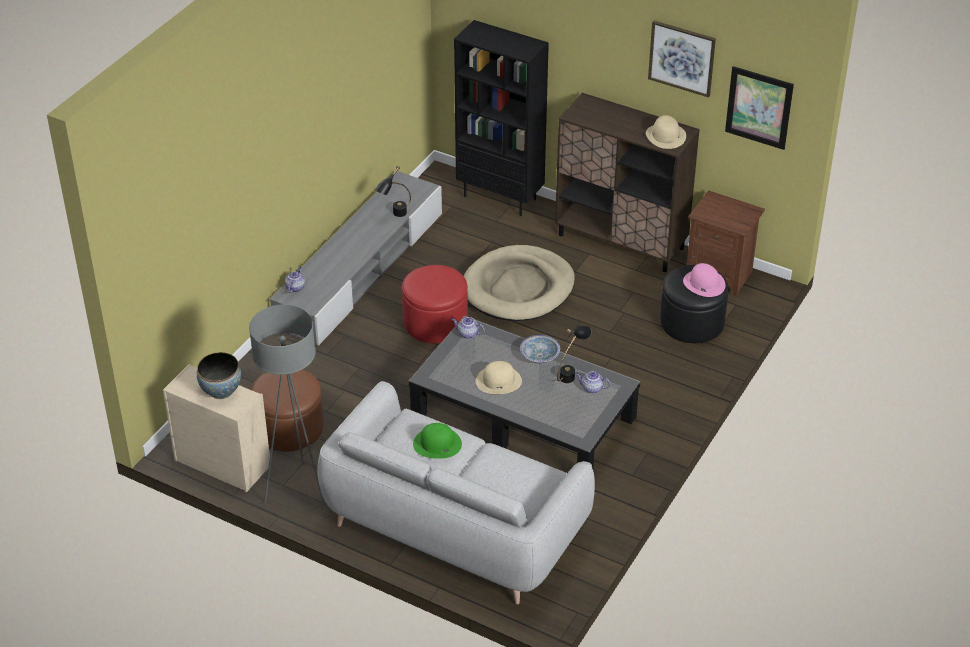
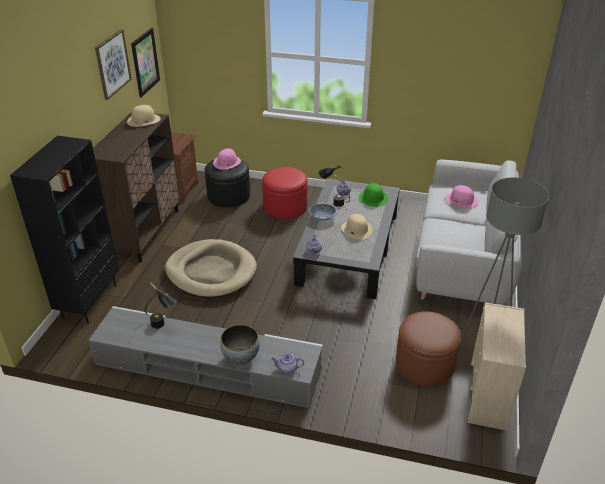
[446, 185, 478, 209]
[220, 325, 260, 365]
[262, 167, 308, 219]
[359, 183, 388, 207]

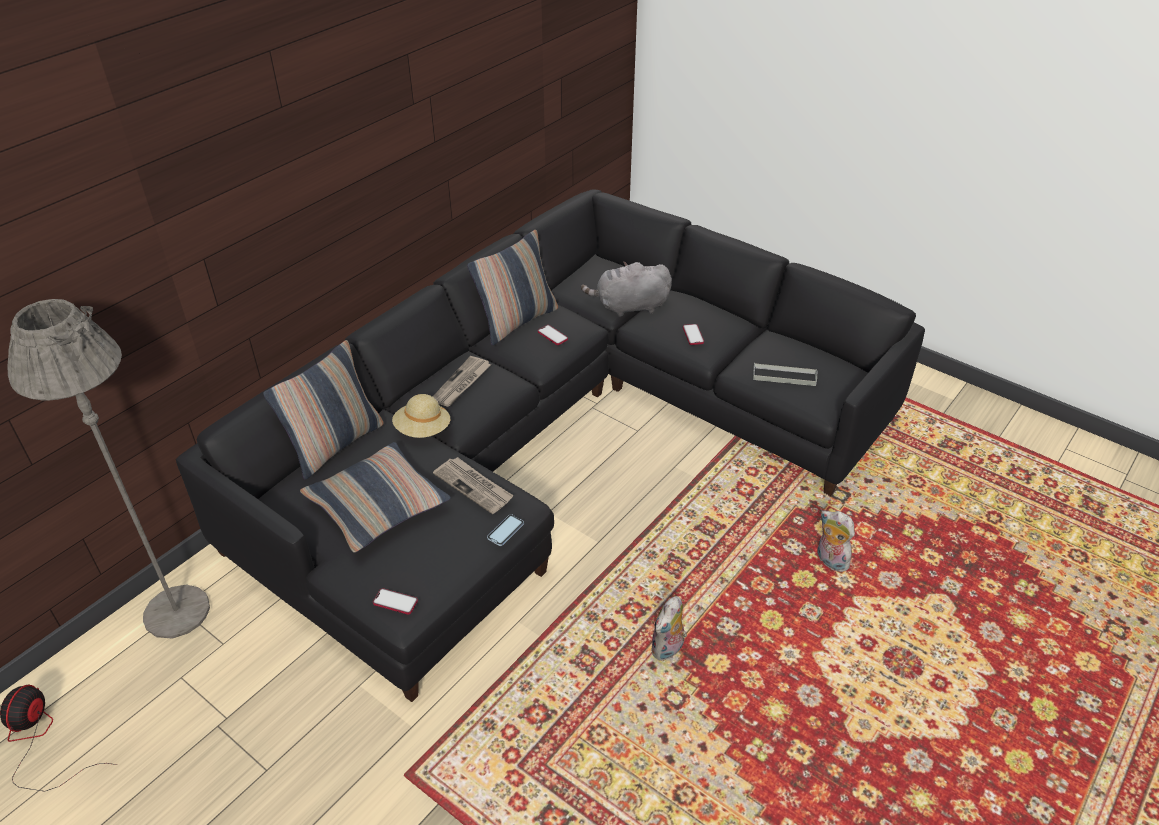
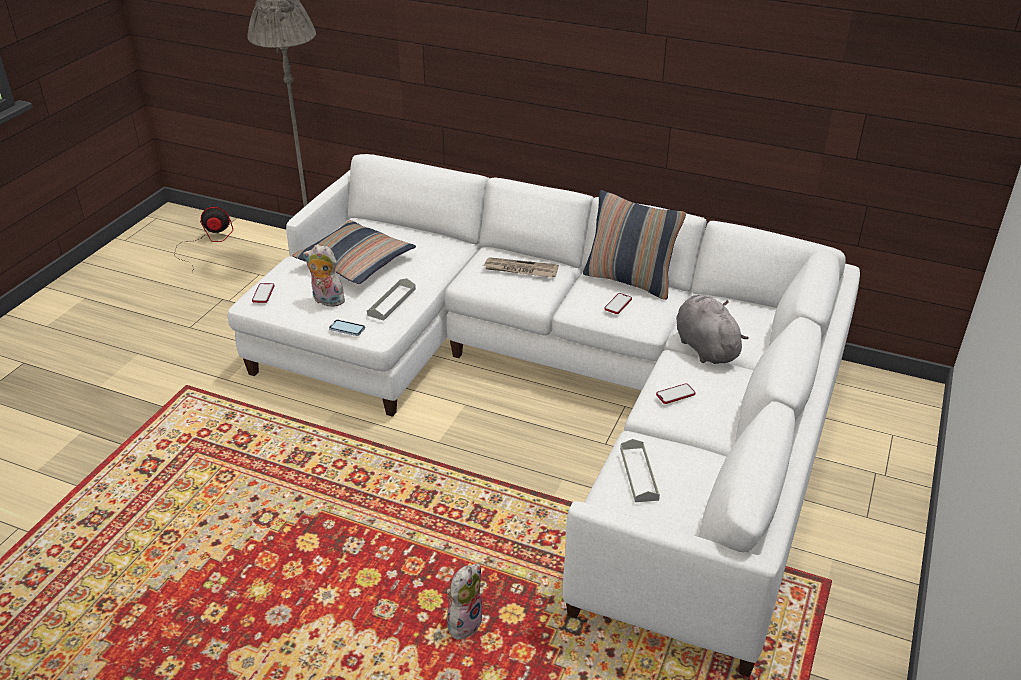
[263, 340, 384, 480] (first image)
[392, 394, 450, 438] (first image)
[303, 244, 347, 307]
[367, 278, 416, 321]
[227, 154, 860, 677]

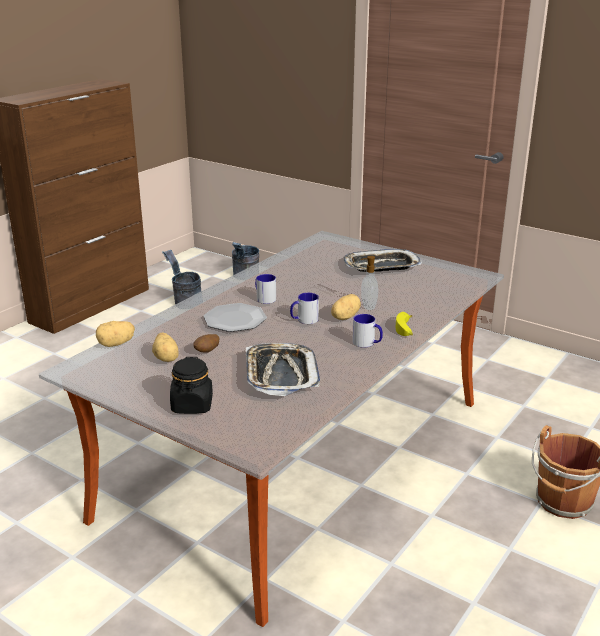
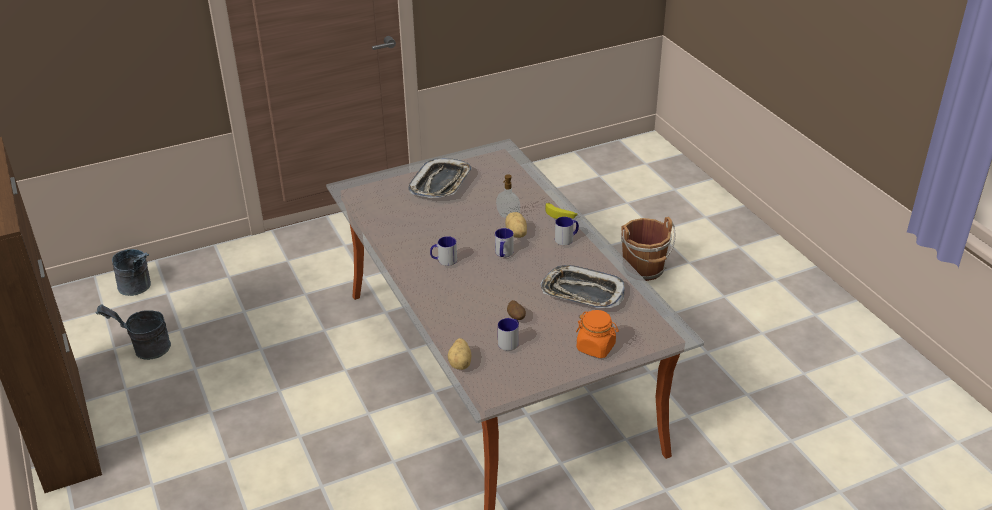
[204, 303, 267, 332] (first image)
[498, 318, 519, 351]
[576, 310, 619, 358]

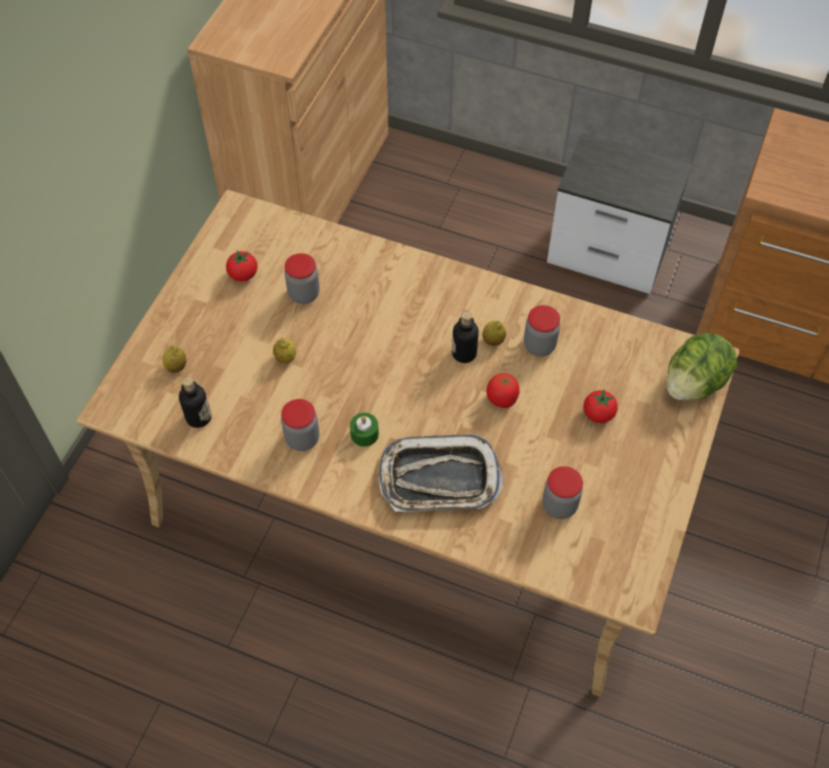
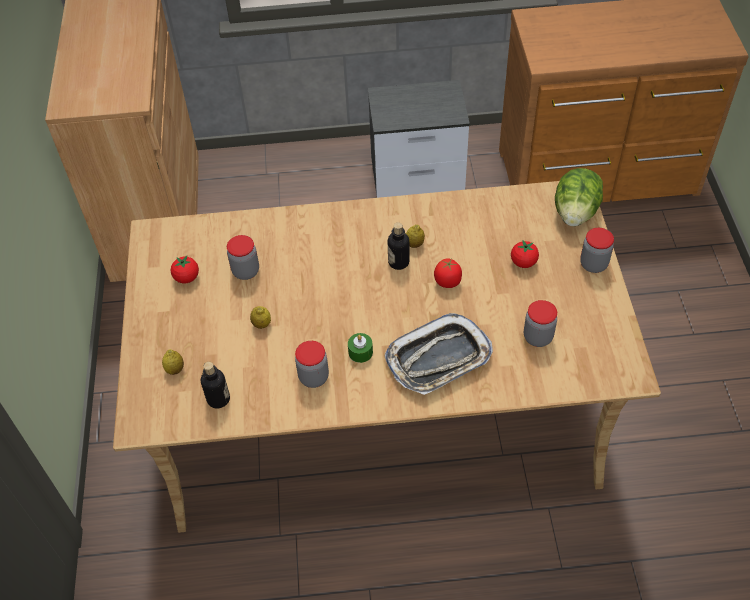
[580, 228, 614, 273]

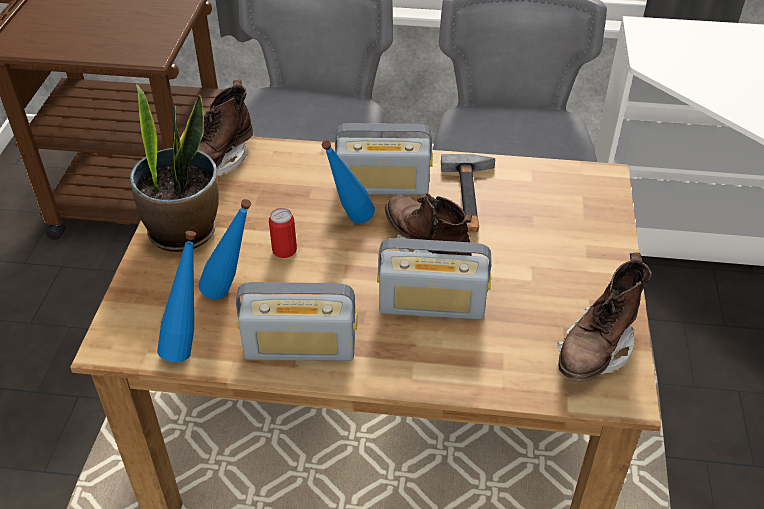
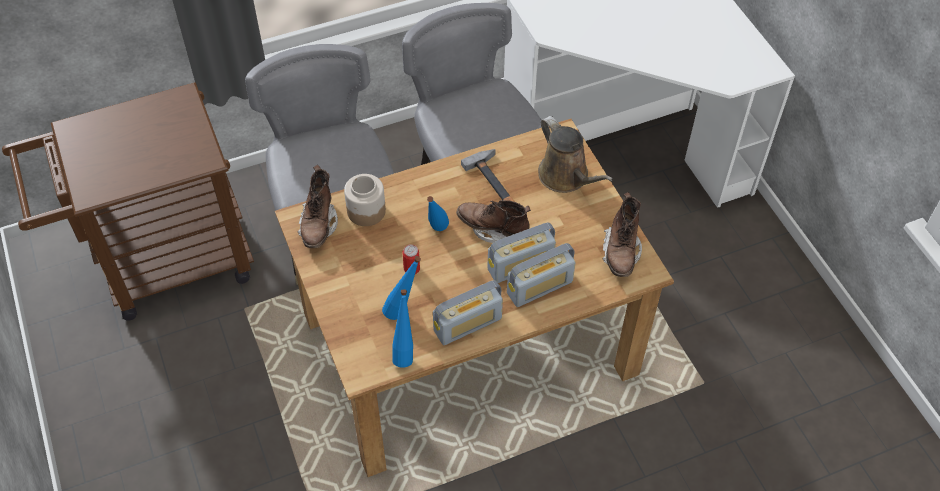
[130, 84, 219, 252] (first image)
[344, 174, 386, 226]
[538, 116, 613, 193]
[507, 243, 576, 307]

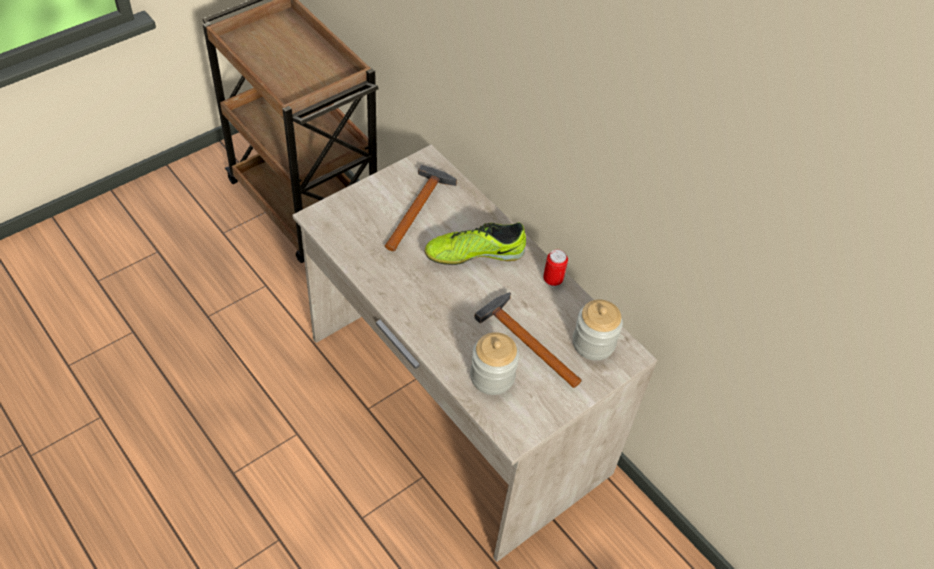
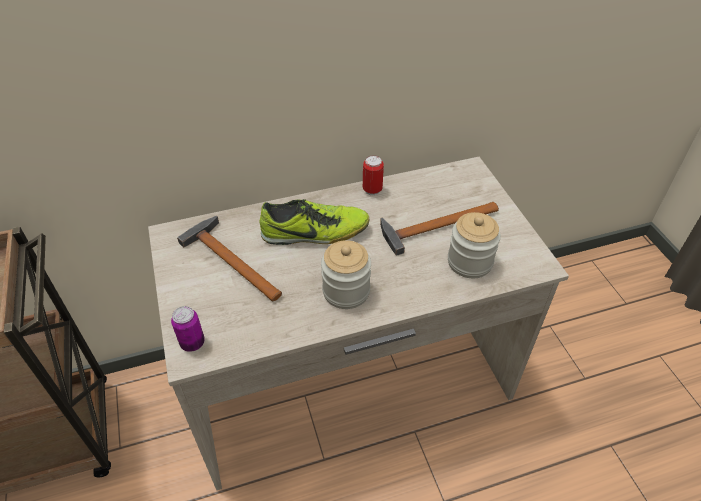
[171, 306, 205, 352]
[321, 240, 371, 309]
[260, 199, 369, 245]

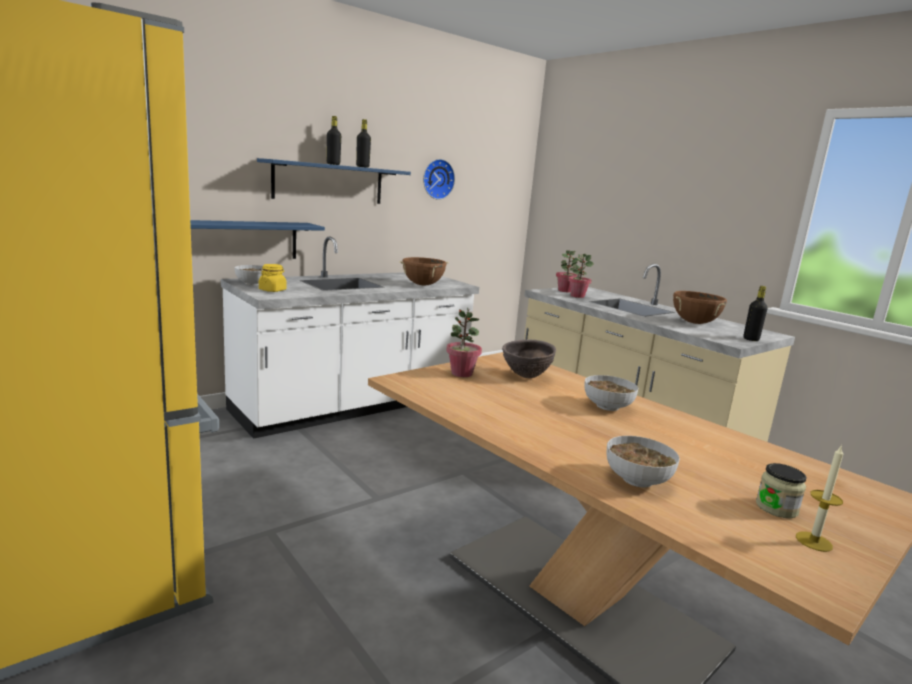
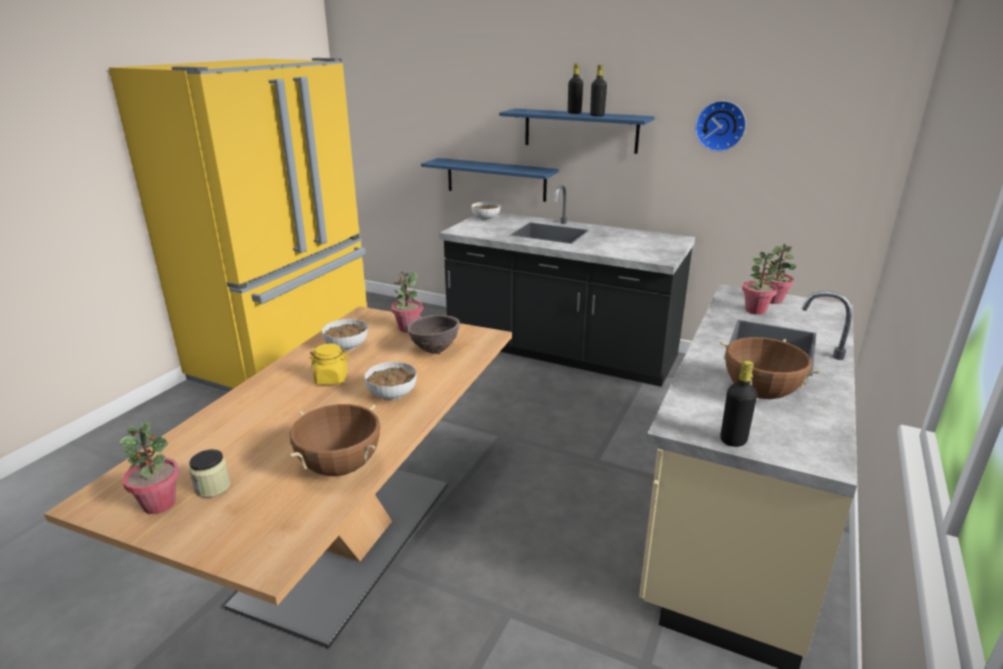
[310, 343, 349, 385]
[290, 404, 381, 476]
[322, 319, 368, 351]
[119, 421, 180, 514]
[439, 185, 695, 387]

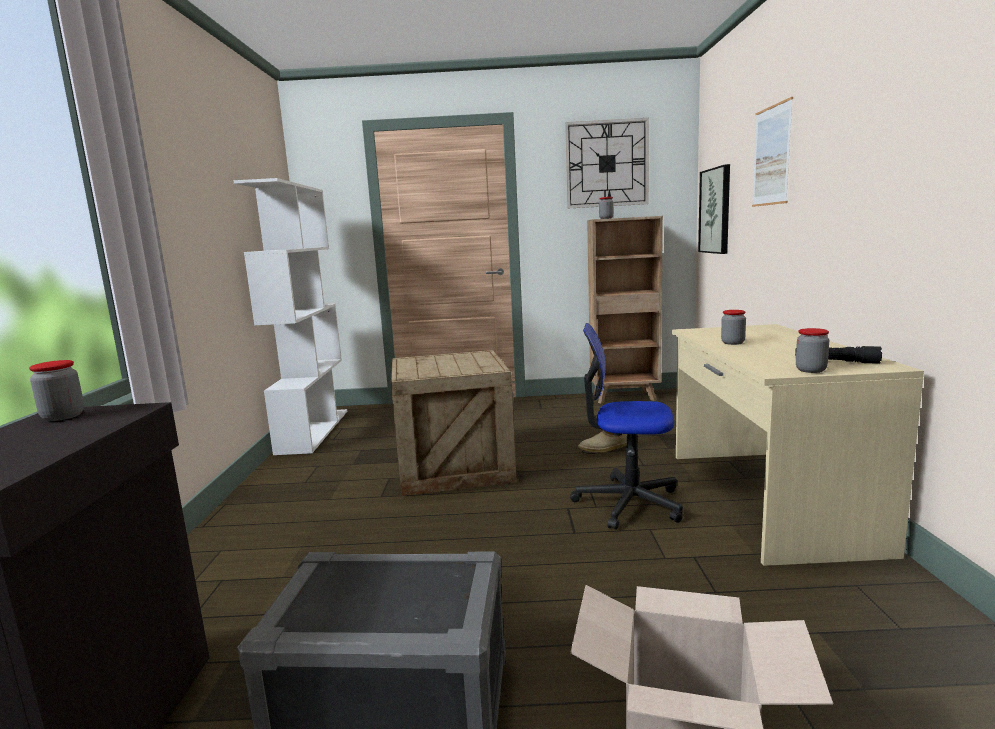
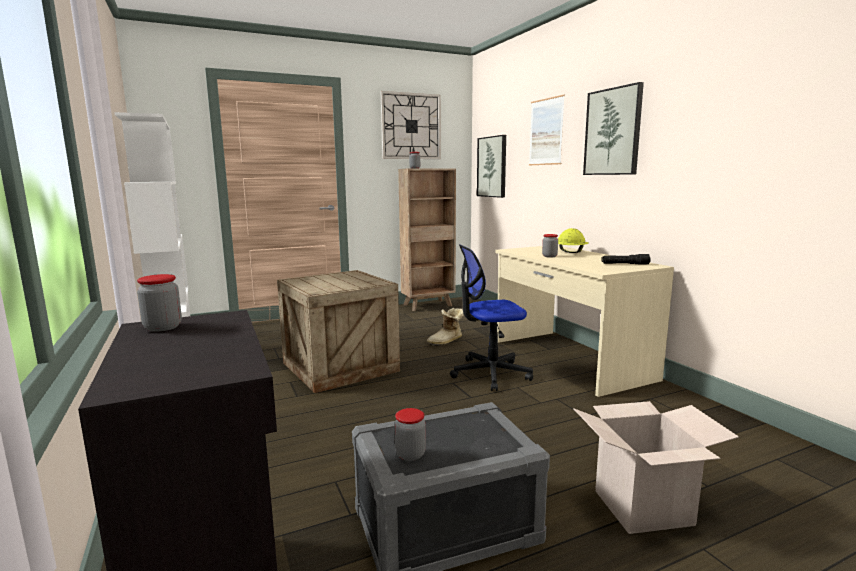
[558, 228, 589, 253]
[583, 82, 644, 175]
[394, 408, 426, 461]

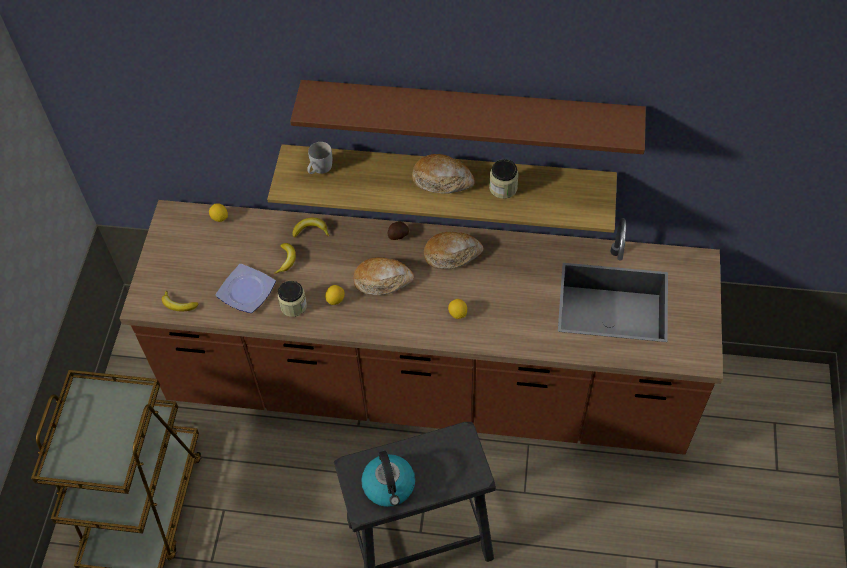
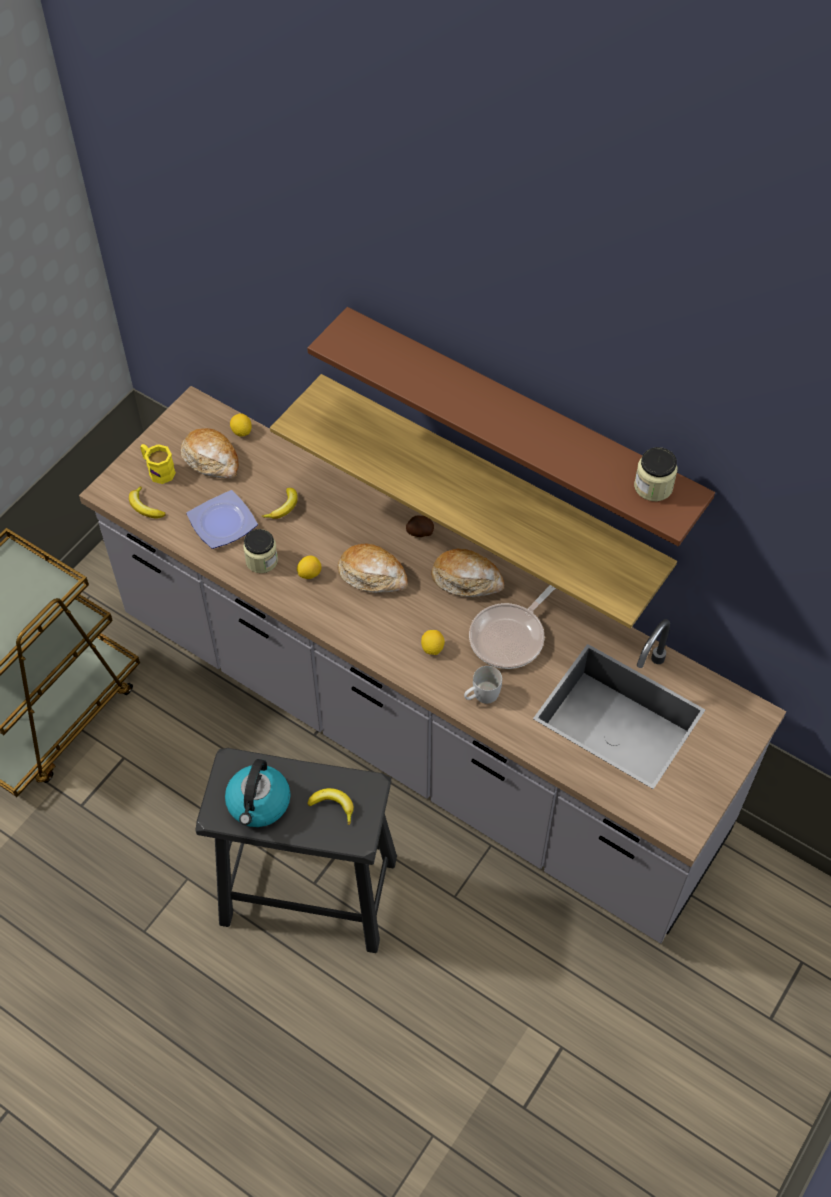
[140, 444, 176, 484]
[469, 585, 556, 669]
[307, 788, 354, 825]
[464, 666, 502, 704]
[181, 428, 239, 479]
[634, 447, 678, 501]
[79, 386, 786, 943]

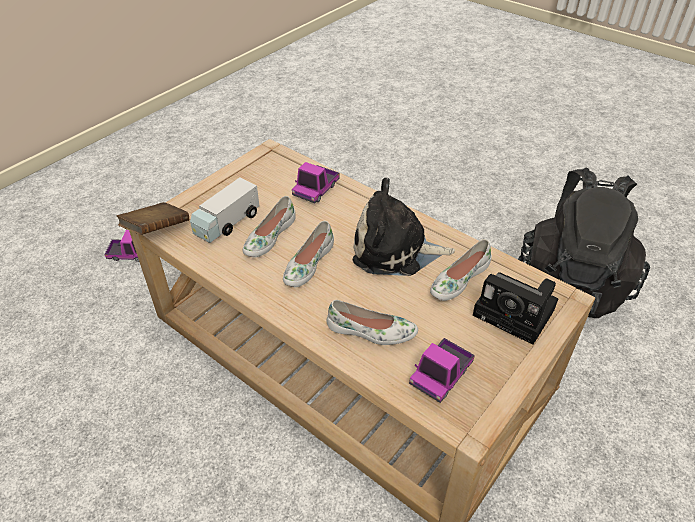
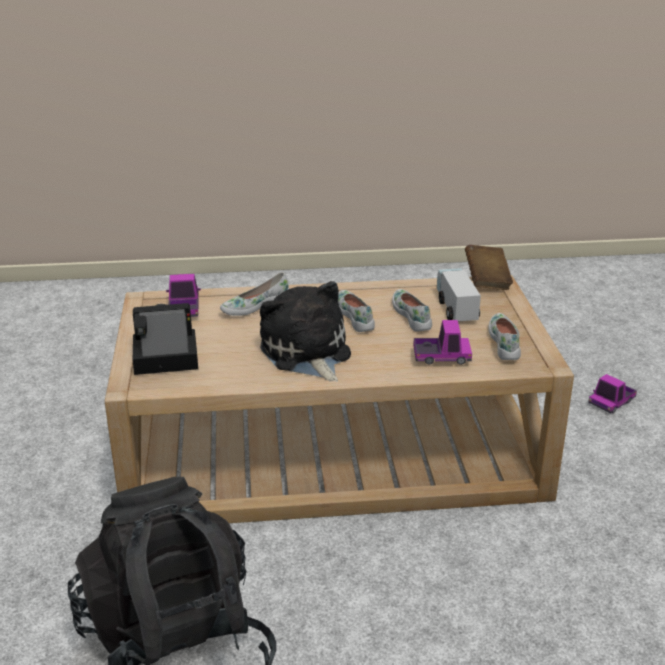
[489, 313, 521, 360]
[413, 320, 472, 365]
[260, 281, 351, 382]

